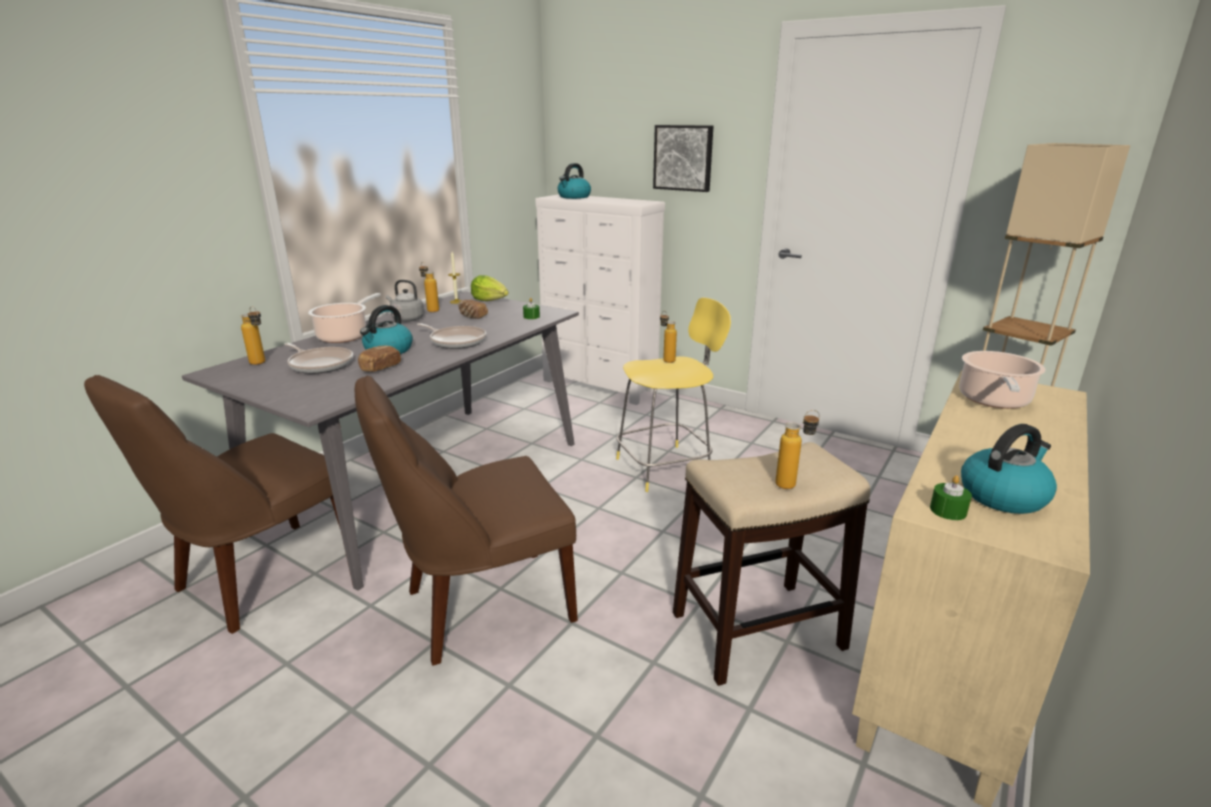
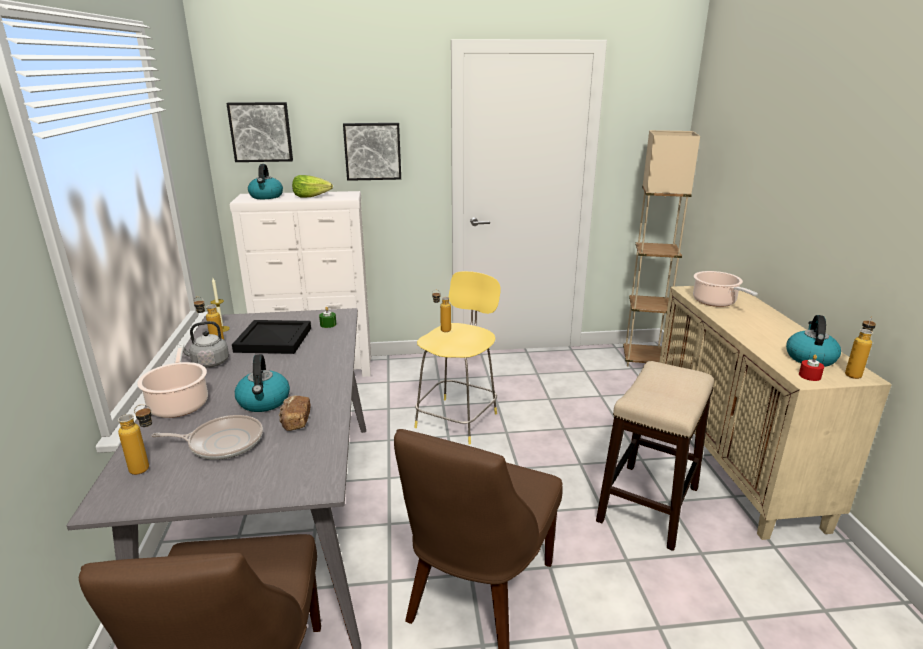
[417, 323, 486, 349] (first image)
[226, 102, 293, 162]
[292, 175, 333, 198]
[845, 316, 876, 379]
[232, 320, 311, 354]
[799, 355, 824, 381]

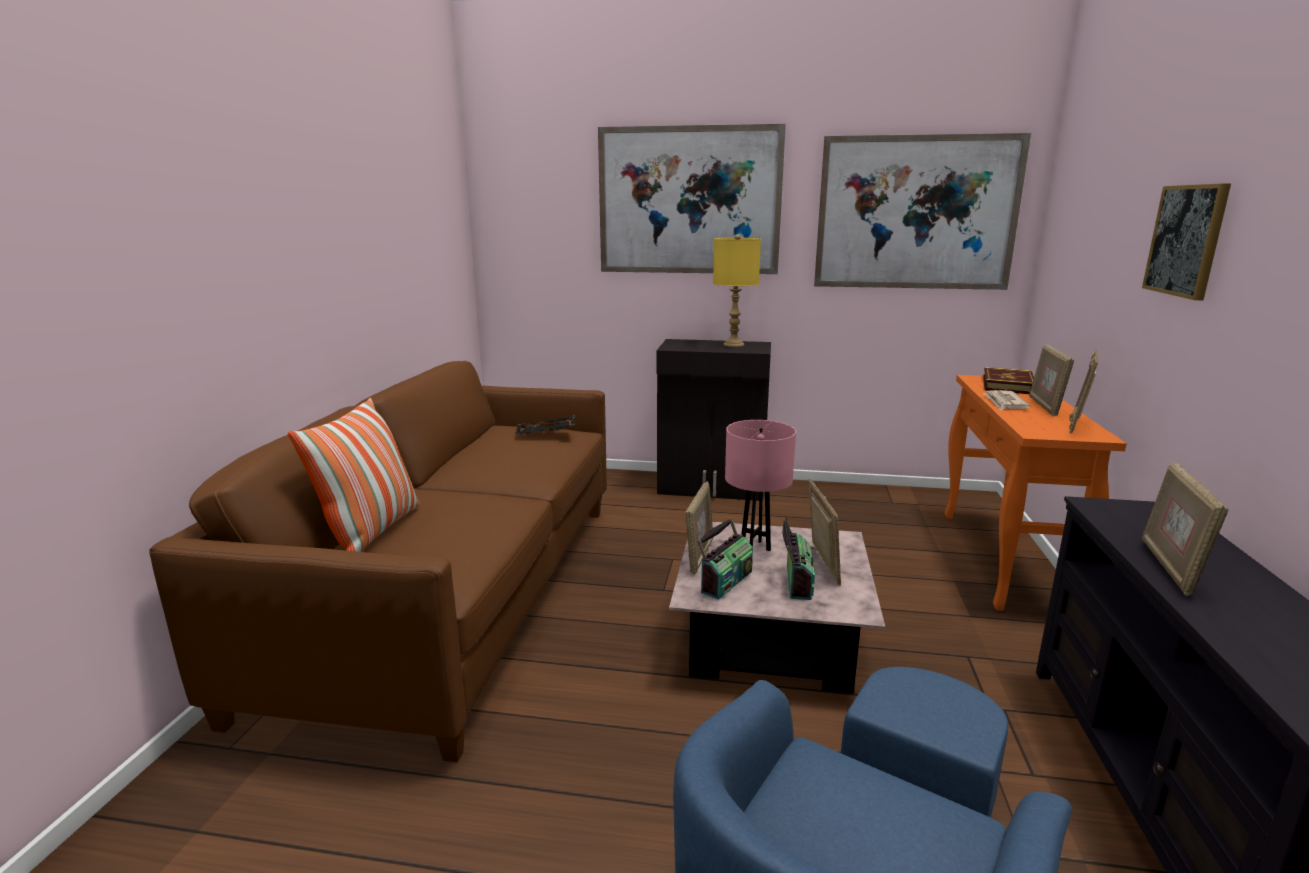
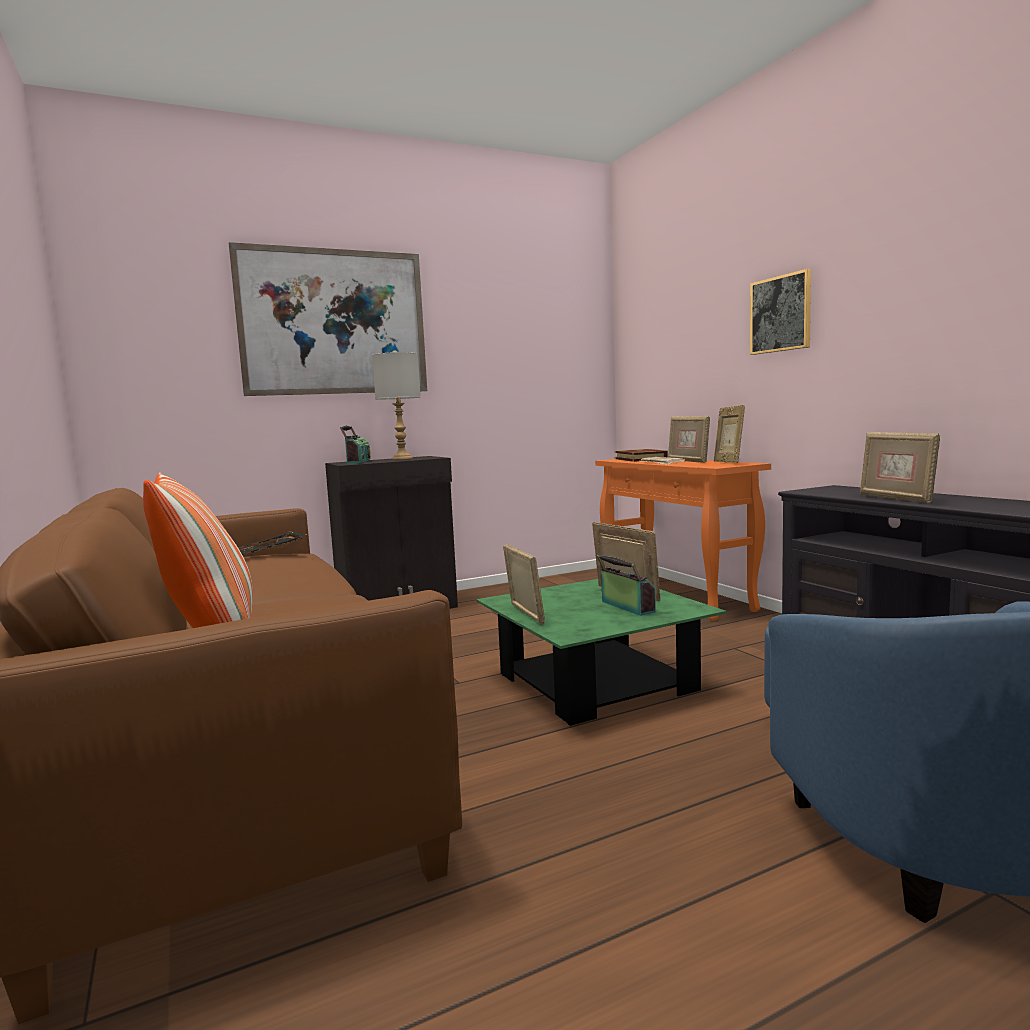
[725, 420, 796, 551] (first image)
[814, 133, 1031, 290] (first image)
[340, 426, 370, 463]
[476, 579, 727, 726]
[372, 350, 421, 459]

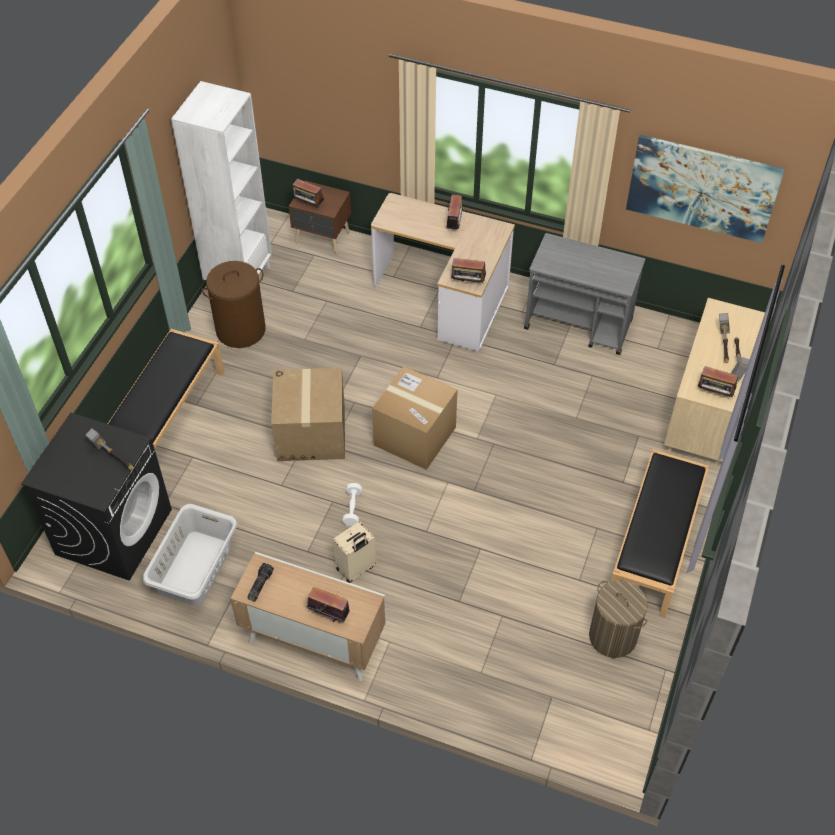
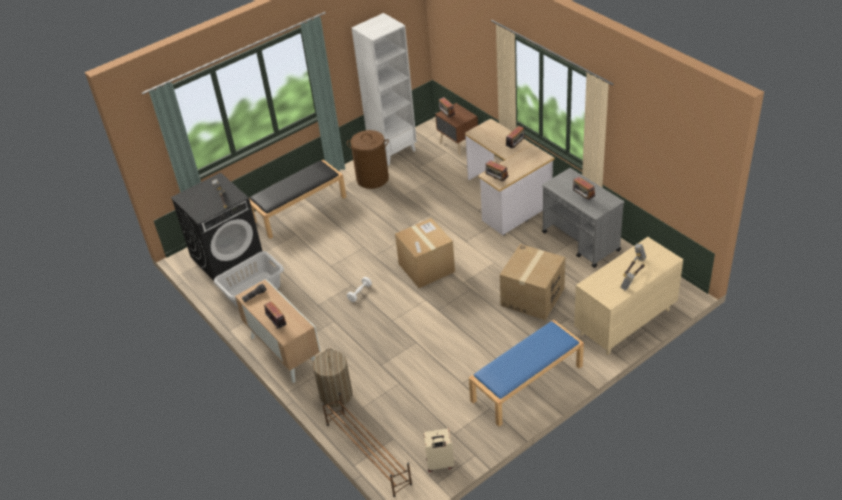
[626, 135, 785, 243] (first image)
[322, 393, 412, 497]
[500, 244, 565, 320]
[423, 428, 454, 472]
[312, 349, 353, 408]
[573, 177, 595, 200]
[469, 320, 584, 426]

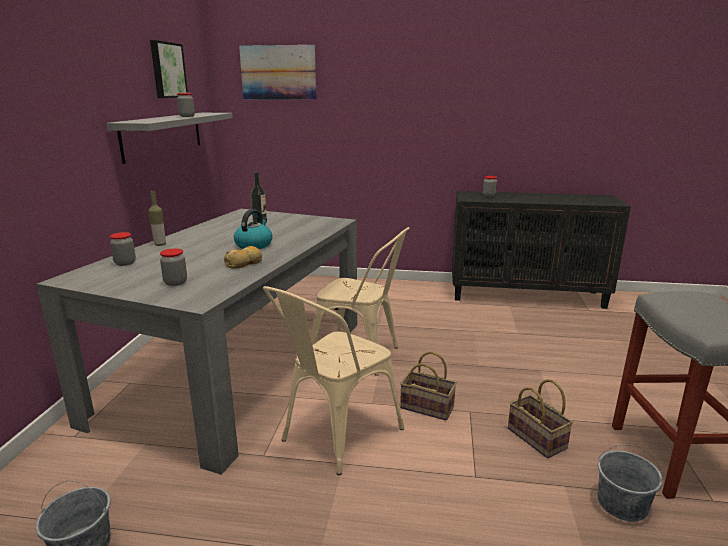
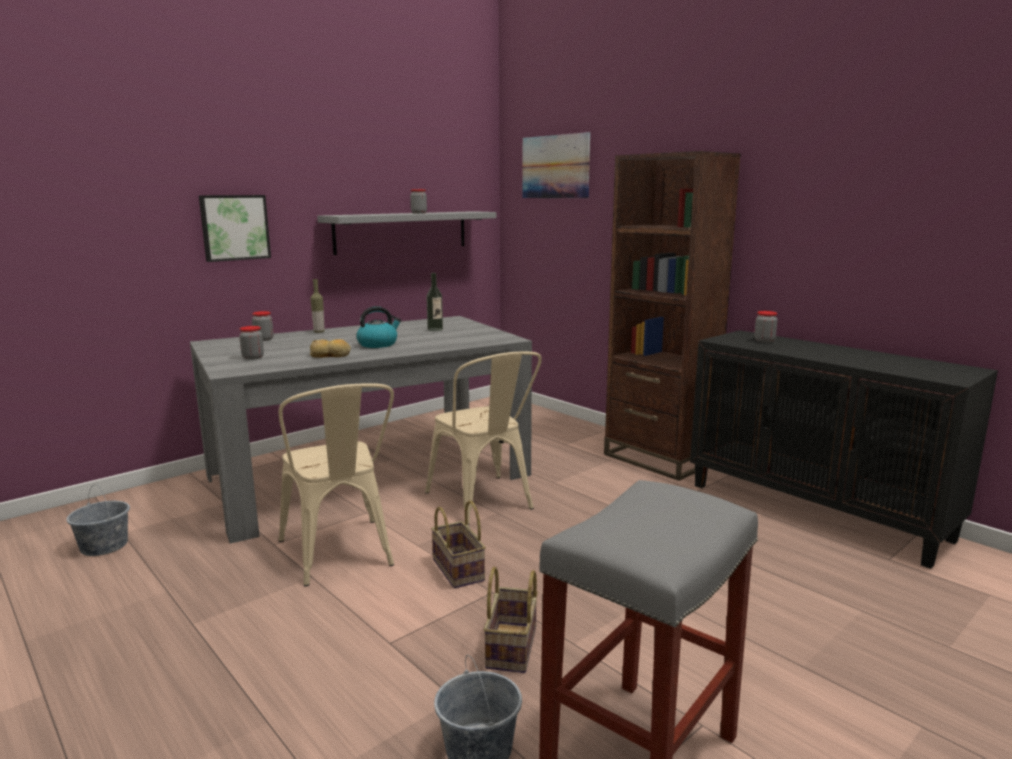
[604, 151, 741, 481]
[199, 195, 271, 262]
[279, 383, 394, 586]

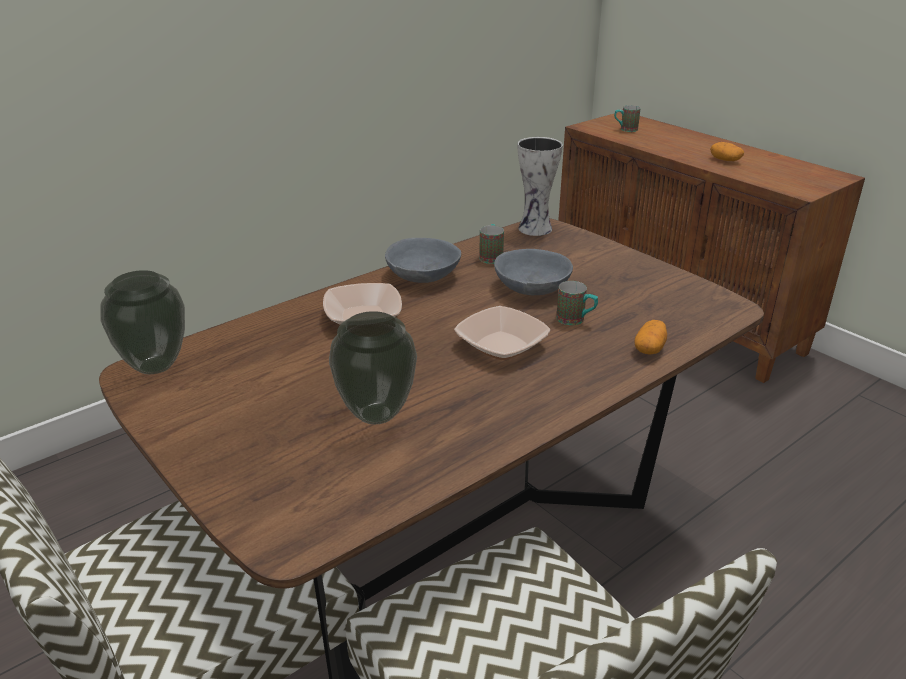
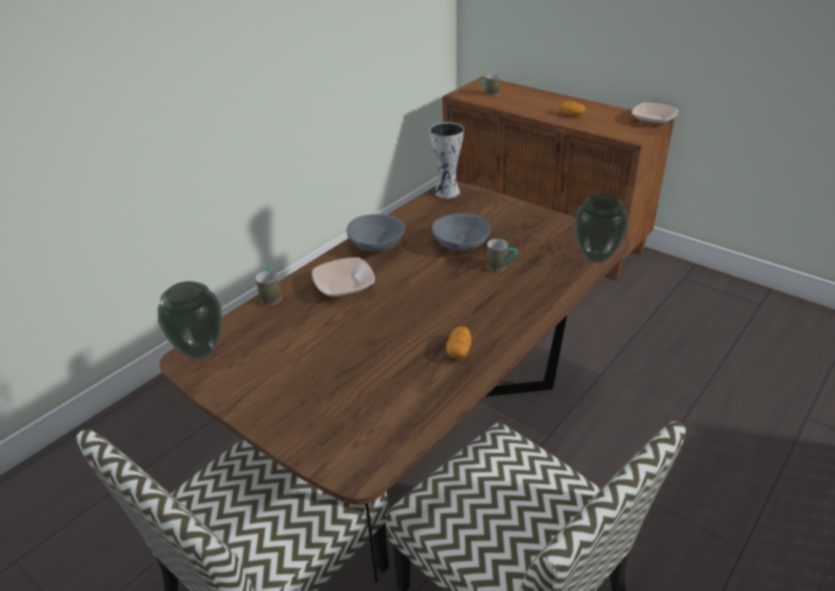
[574, 194, 628, 263]
[632, 102, 679, 126]
[256, 268, 282, 306]
[446, 326, 472, 358]

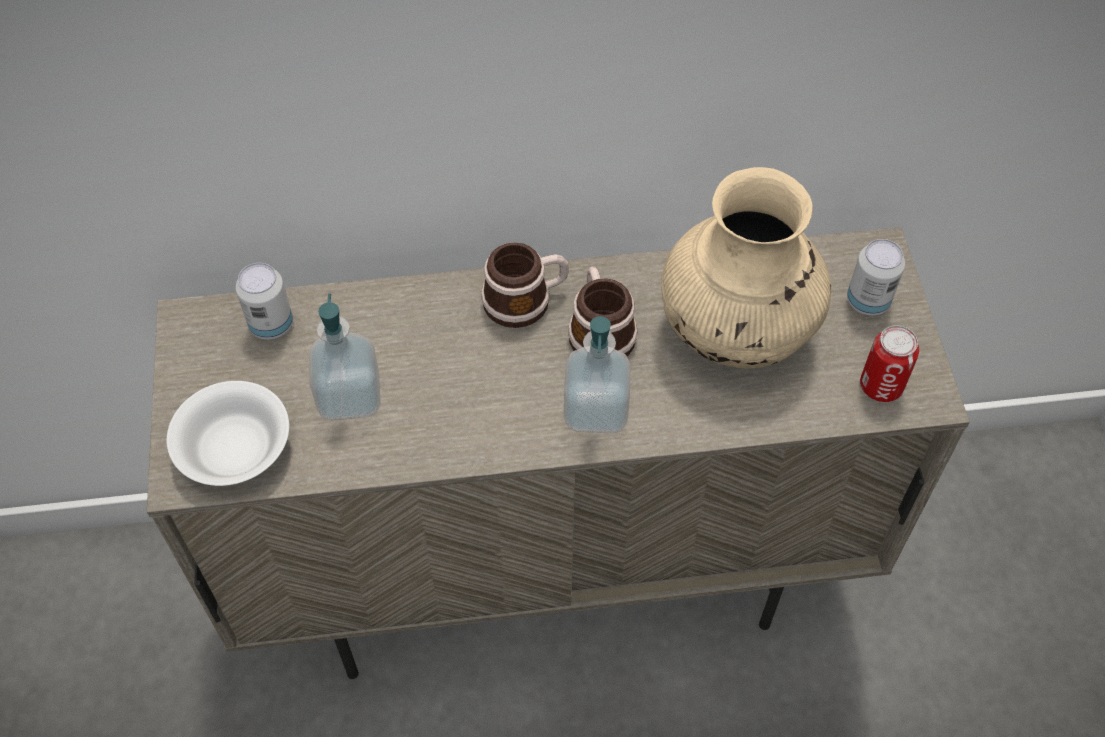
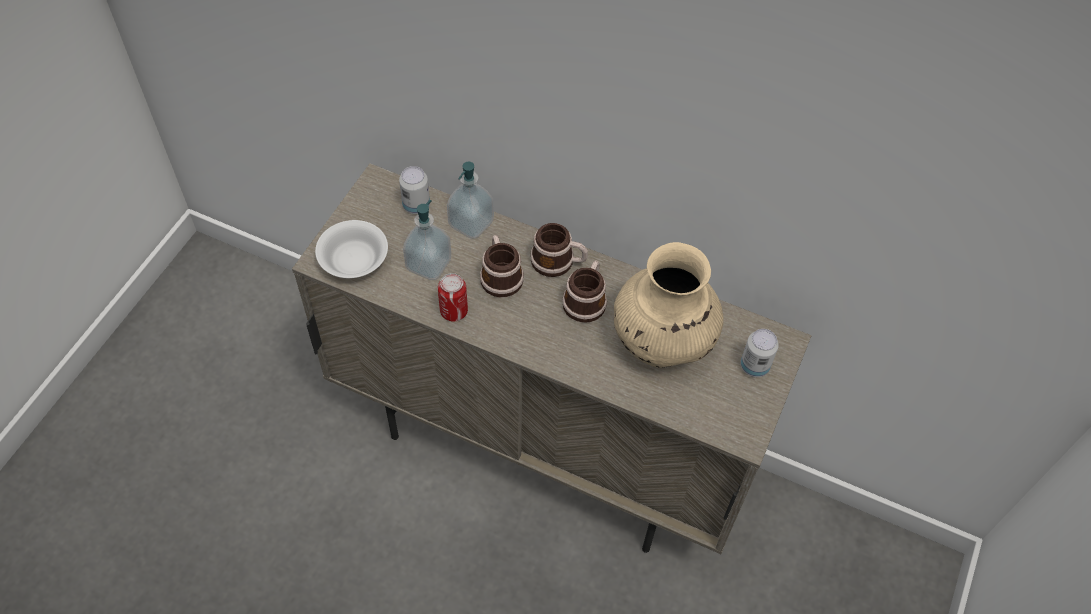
[480, 235, 524, 297]
[447, 162, 494, 239]
[438, 273, 468, 321]

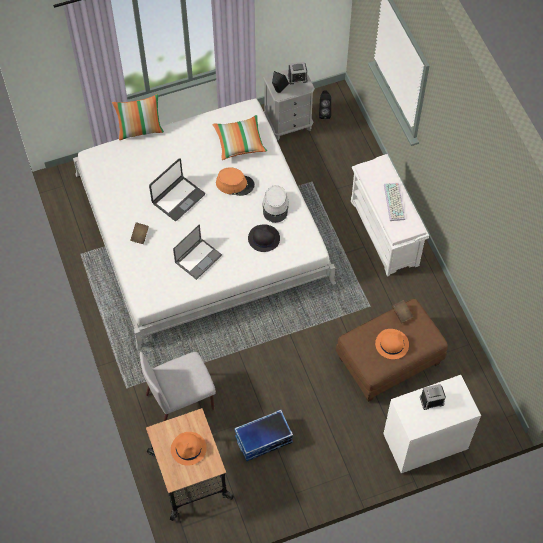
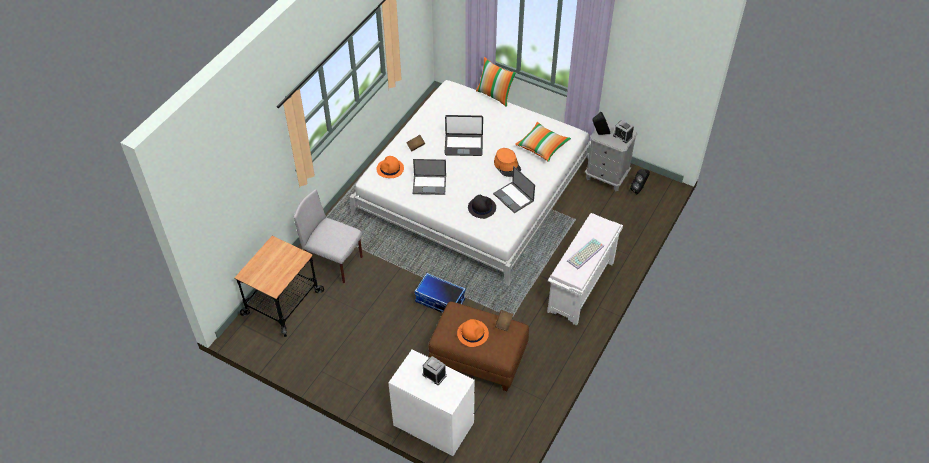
[376, 156, 404, 178]
[414, 273, 466, 313]
[493, 166, 535, 213]

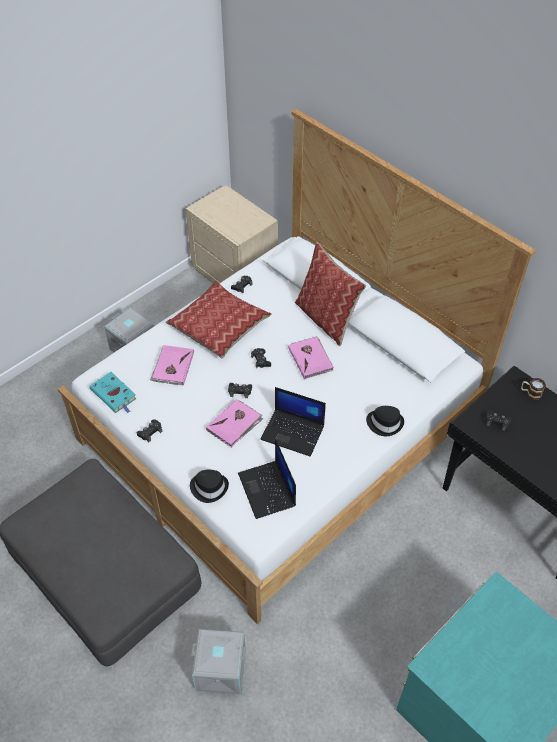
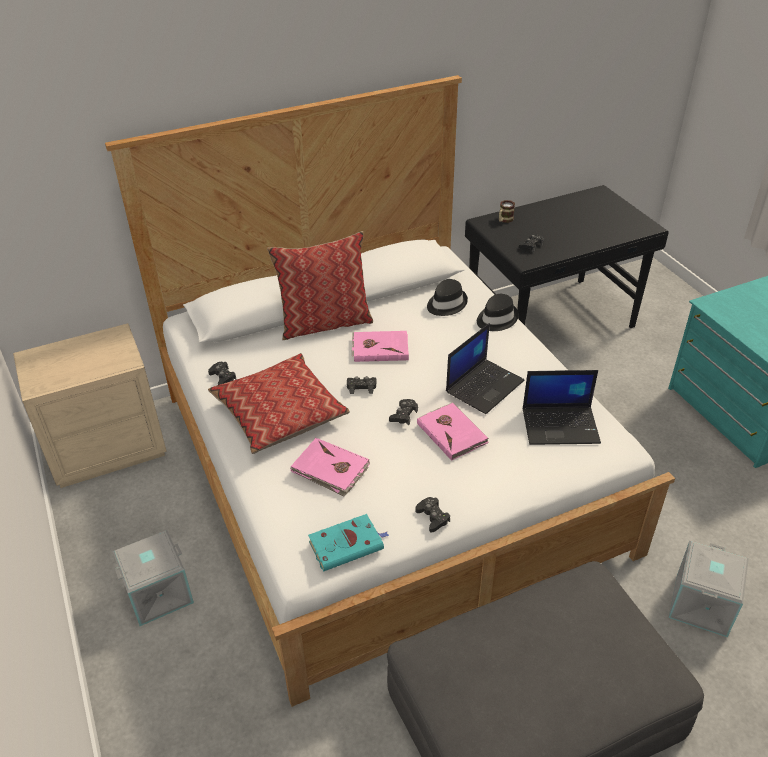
[427, 279, 468, 316]

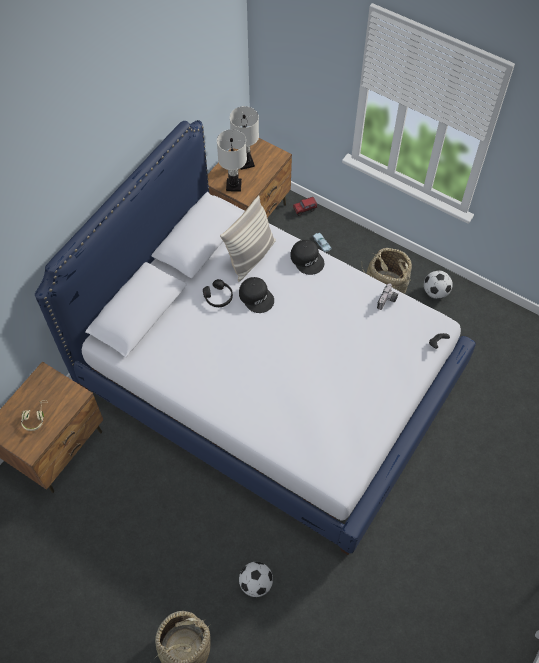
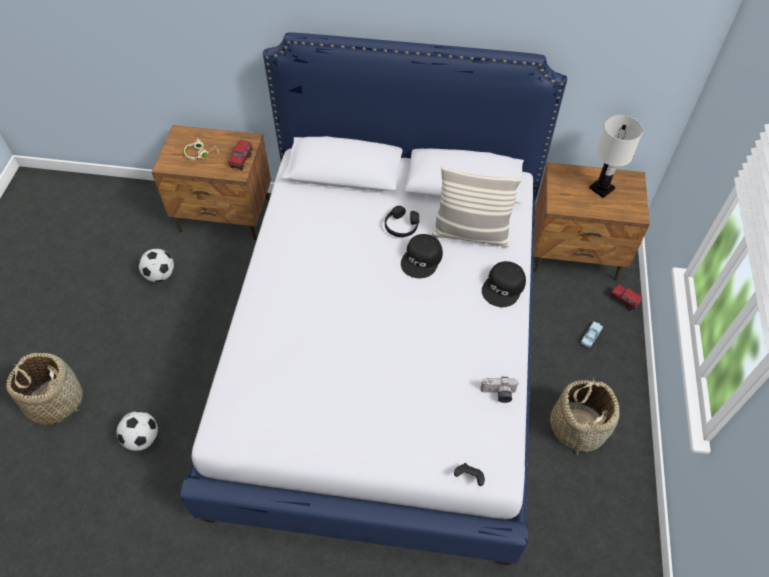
[217, 129, 247, 192] (first image)
[228, 140, 253, 170]
[139, 249, 174, 282]

